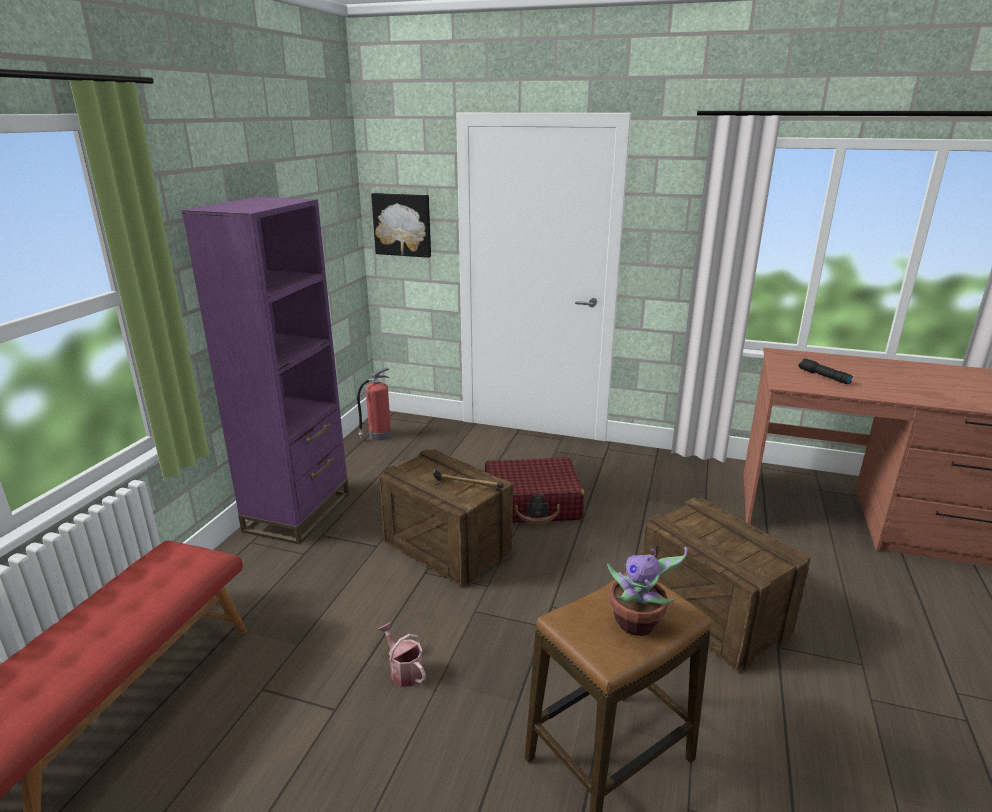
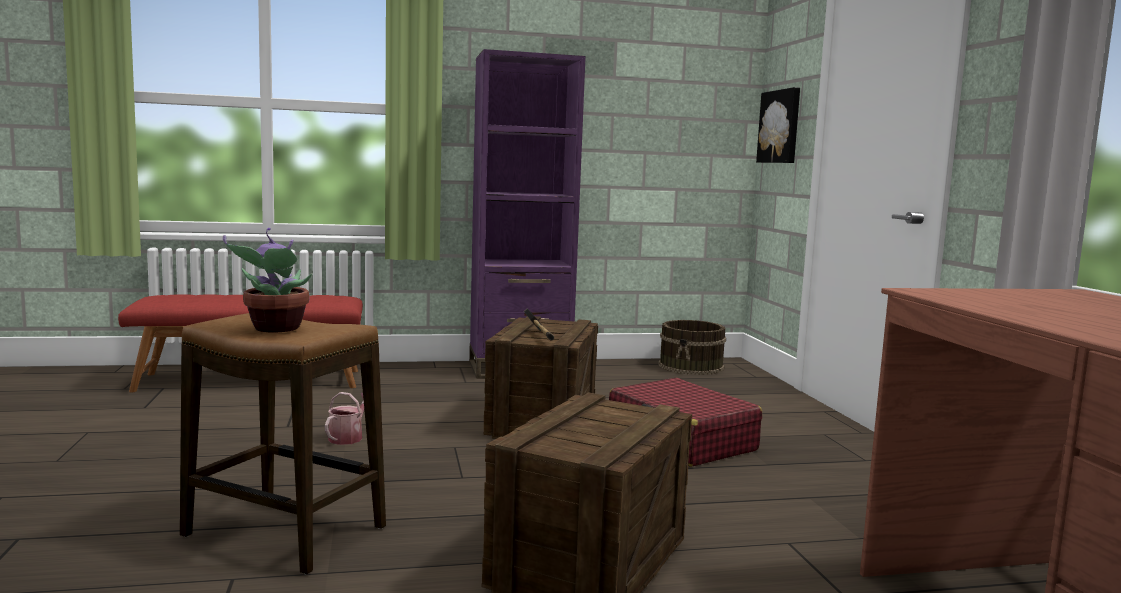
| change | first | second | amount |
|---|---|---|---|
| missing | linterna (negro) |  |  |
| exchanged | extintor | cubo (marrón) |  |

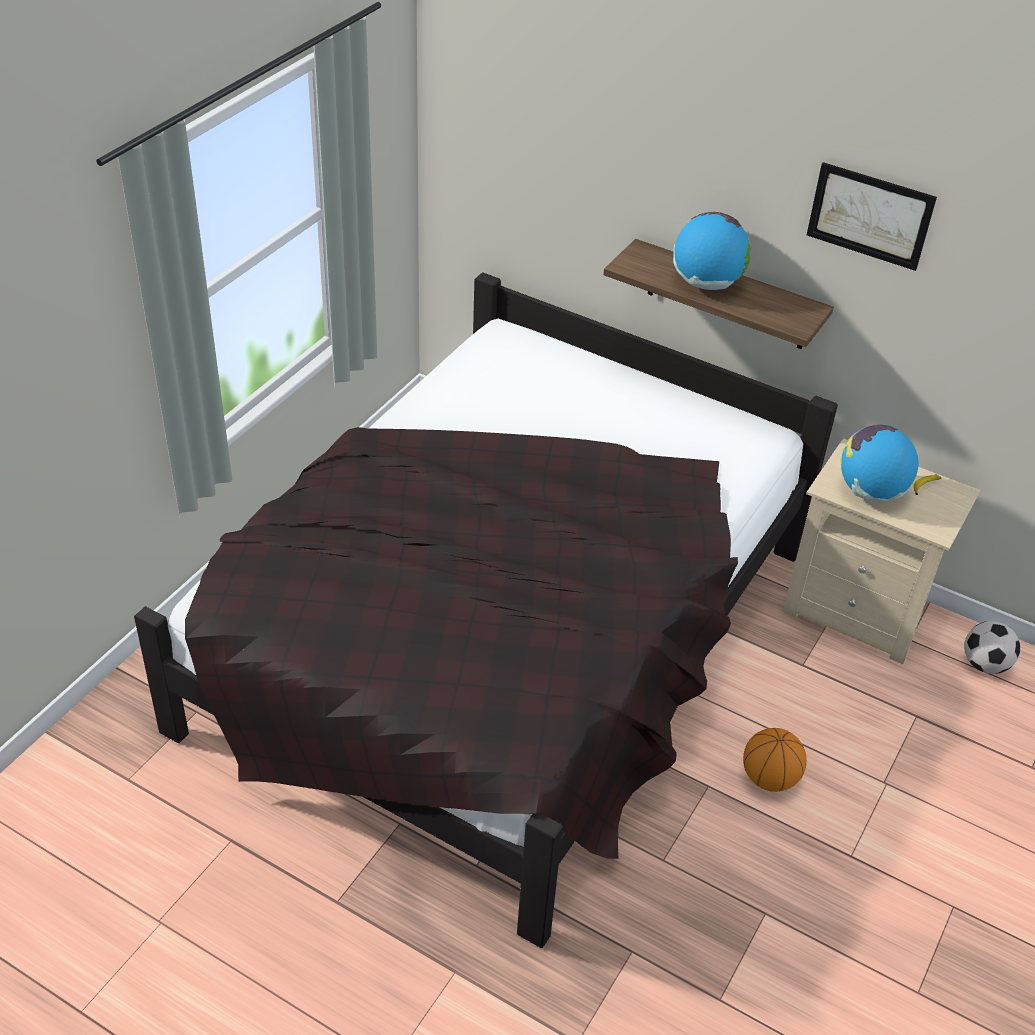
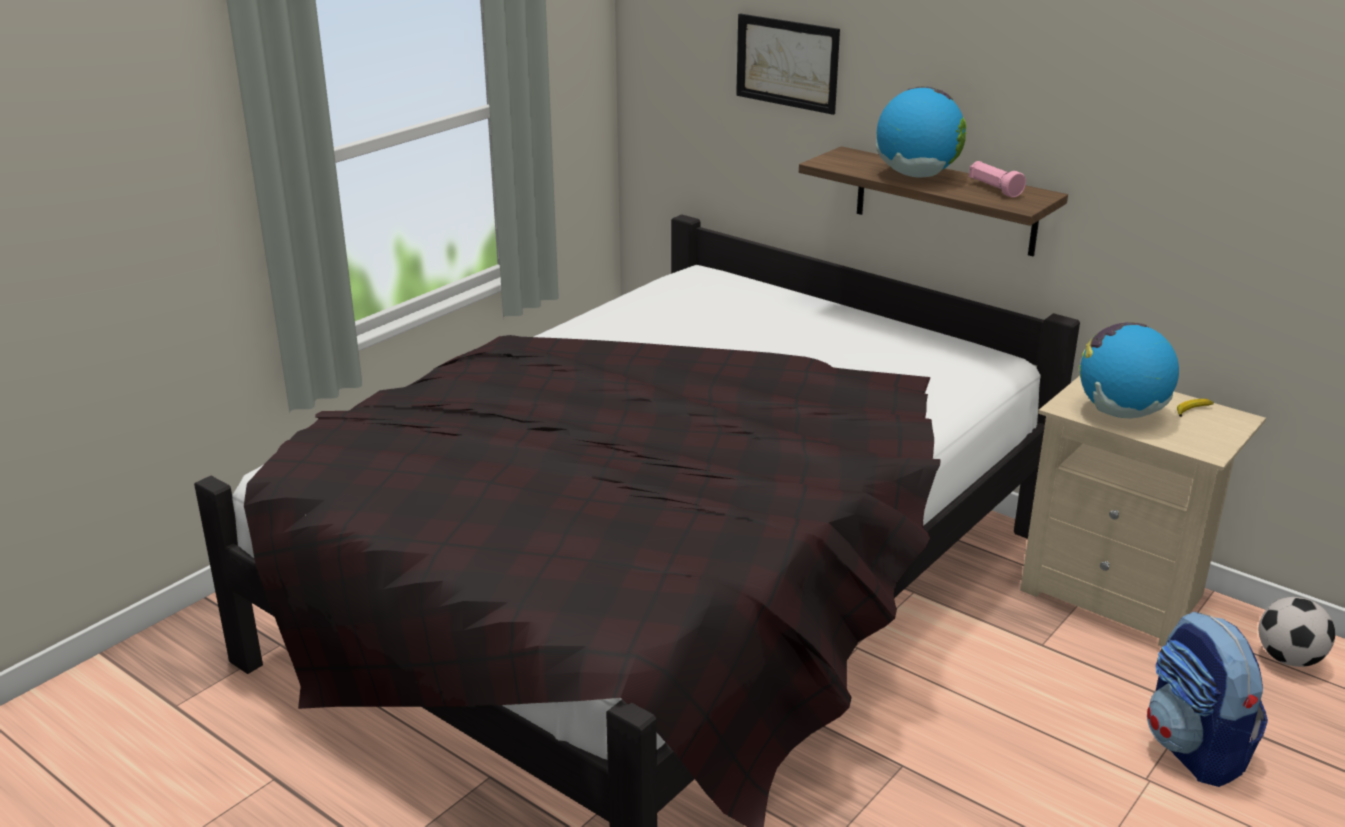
| change | first | second | amount |
|---|---|---|---|
| missing | balón de baloncesto |  |  |
| appeared |  | linterna (rosa) |  |
| appeared |  | mochila |  |
| relocated | cuadro |  |  |

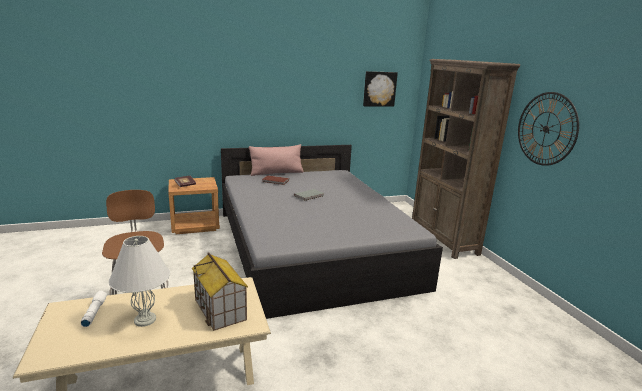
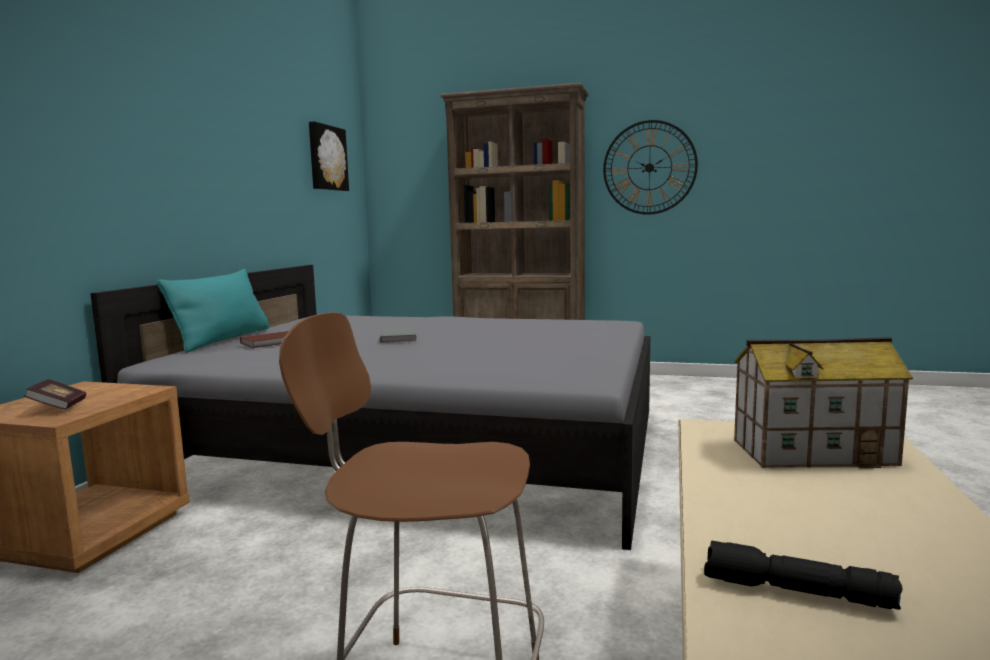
| change | first | second | amount |
|---|---|---|---|
| missing | lámpara de mesa (blanco) |  |  |
| colour | linterna (blanco) | linterna (negro) |  |
| colour | cojín (rosa) | cojín (turquesa) |  |

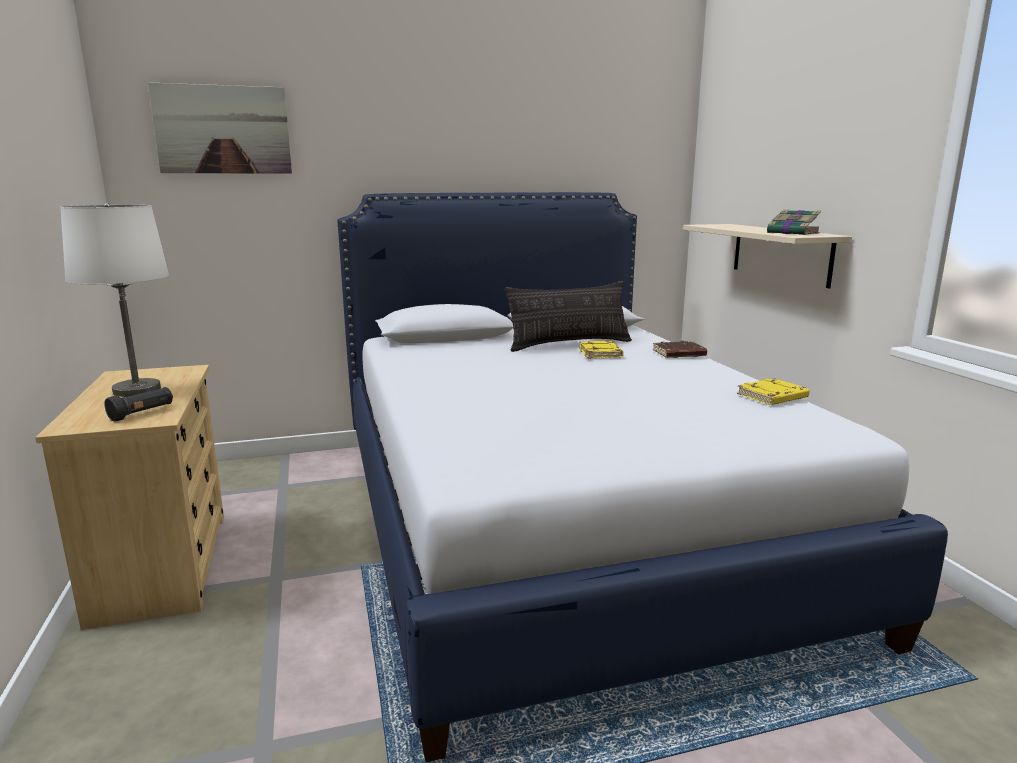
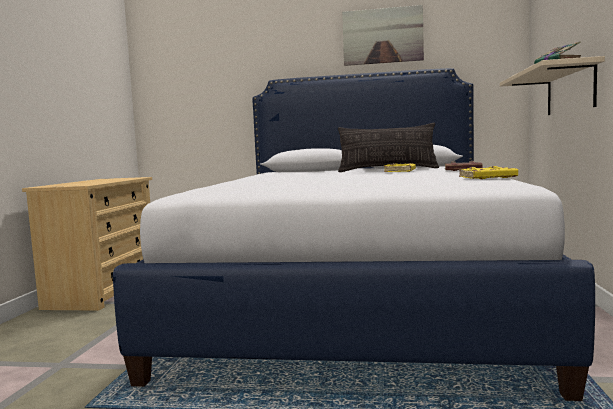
| change | first | second | amount |
|---|---|---|---|
| missing | lámpara de mesa (blanco) |  |  |
| missing | linterna (negro) |  |  |
| relocated | cuadro |  |  |

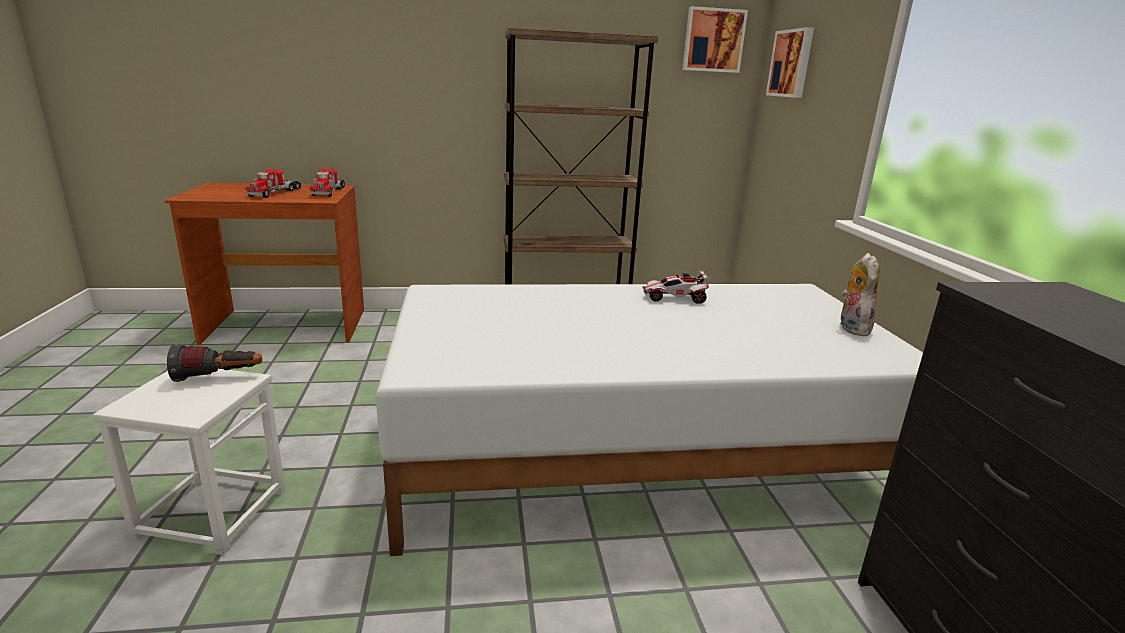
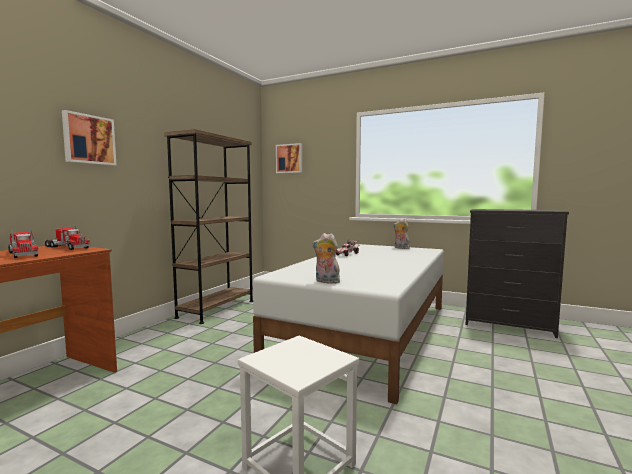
| change | first | second | amount |
|---|---|---|---|
| missing | linterna |  |  |
| appeared |  | peluche (no. 1 from left) |  |
| relocated | cuadro (no. 1 from left) |  |  |

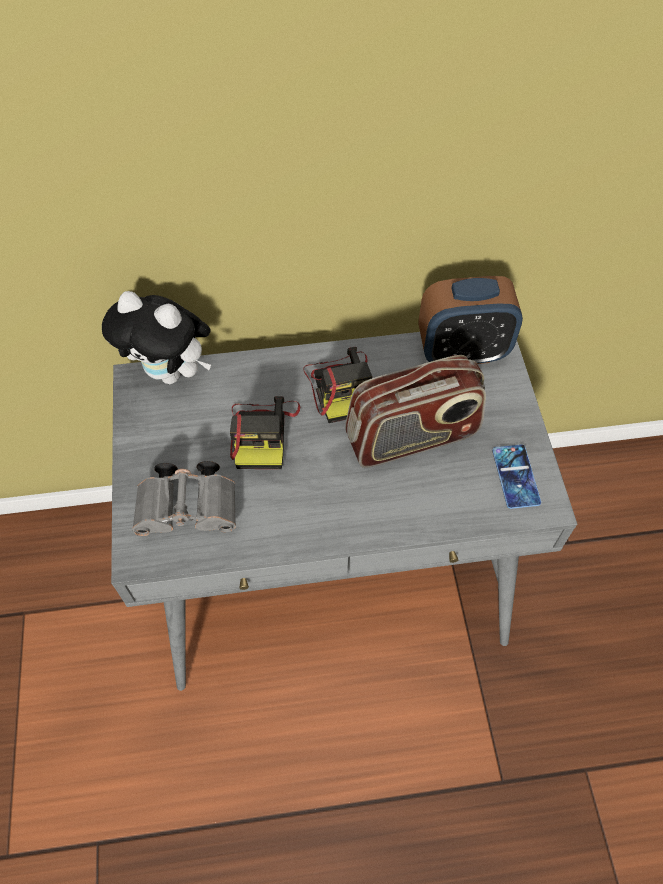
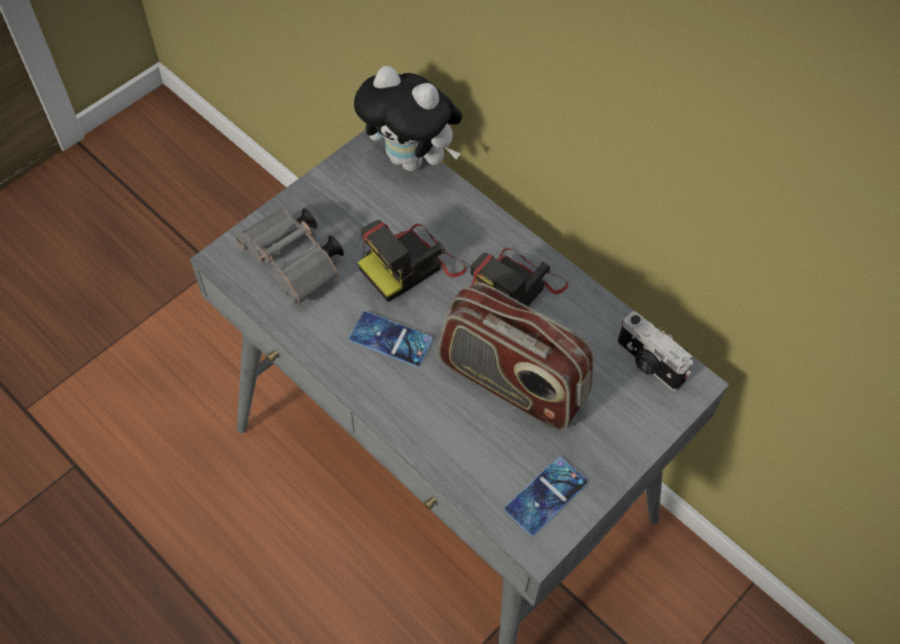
| change | first | second | amount |
|---|---|---|---|
| appeared |  | móvil (no. 1 from left) |  |
| exchanged | despertador | cámara (no. 3 from left) |  |
| spun | peluche |  | 45 degrees counterclockwise |

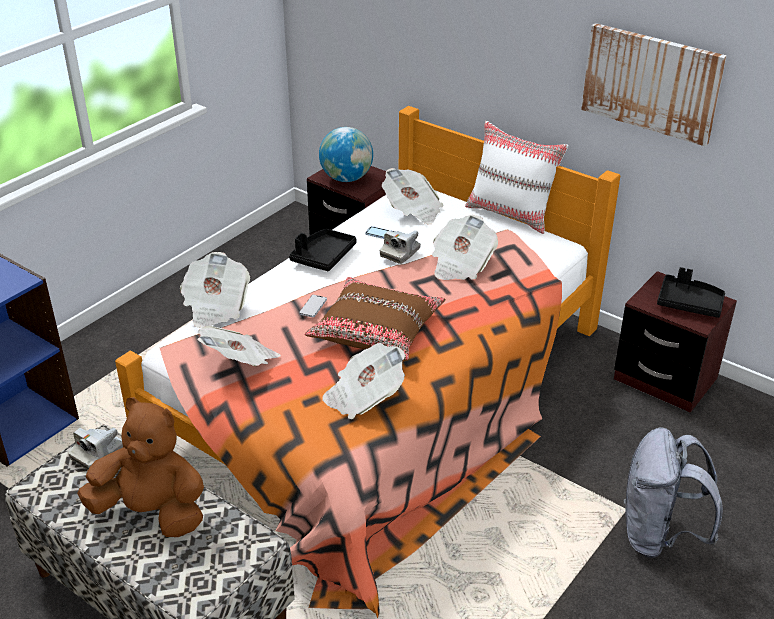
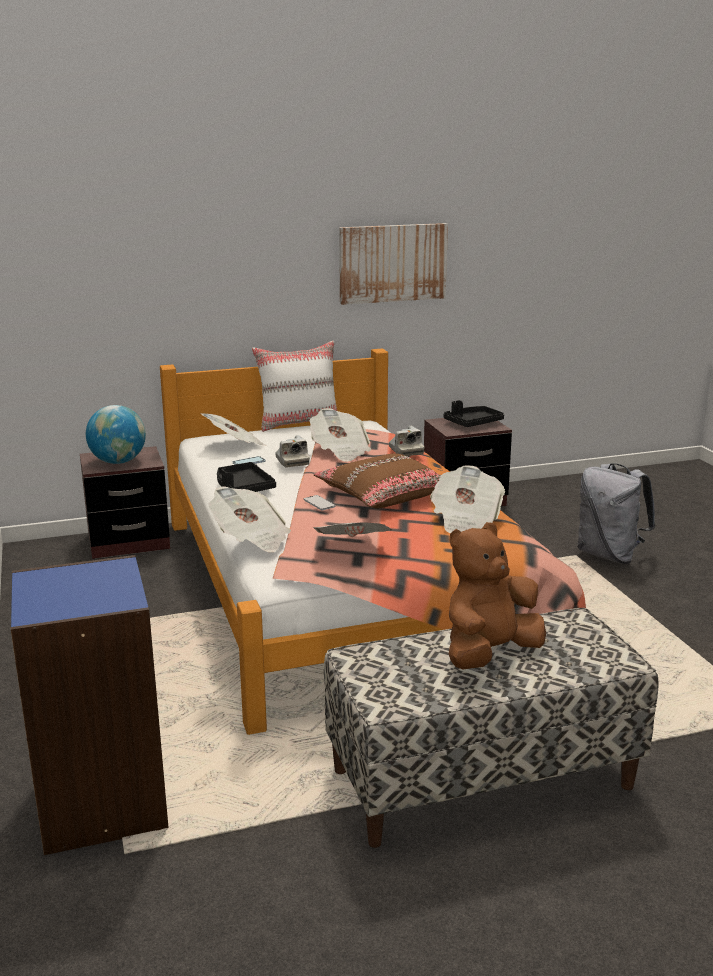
| change | first | second | amount |
|---|---|---|---|
| relocated | cámara (no. 1 from left in the first image) | cámara (no. 2 from left) |  |

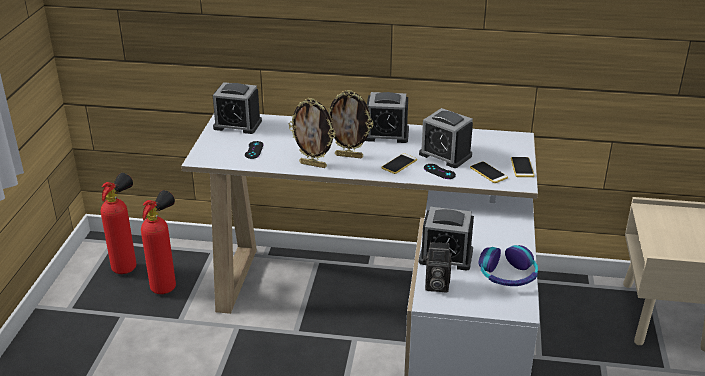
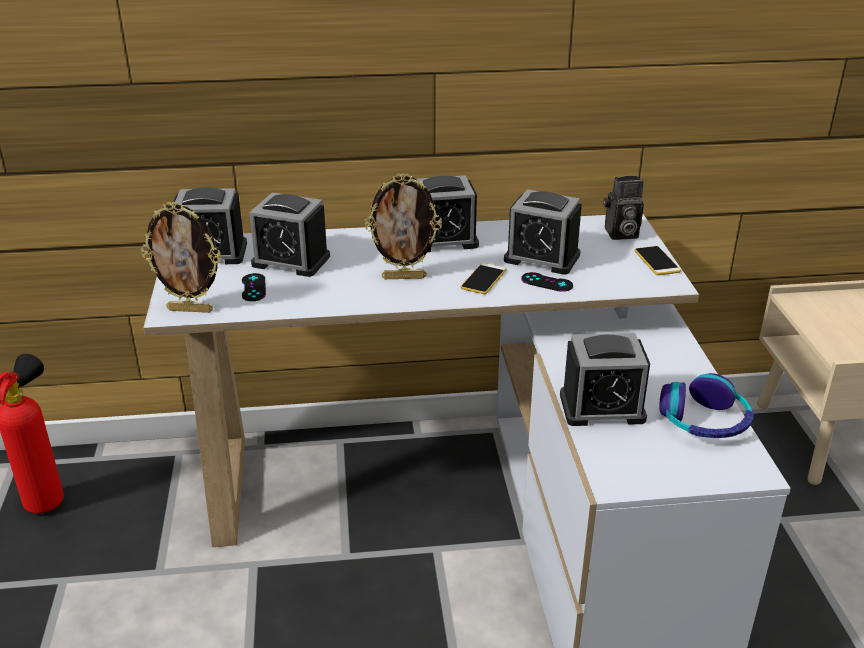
| change | first | second | amount |
|---|---|---|---|
| missing | extintor (no. 2 from left) |  |  |
| missing | móvil (no. 2 from left) |  |  |
| appeared |  | despertador (no. 2 from left) |  |
| relocated | portarretratos (no. 1 from left) |  |  |
| relocated | cámara |  |  |

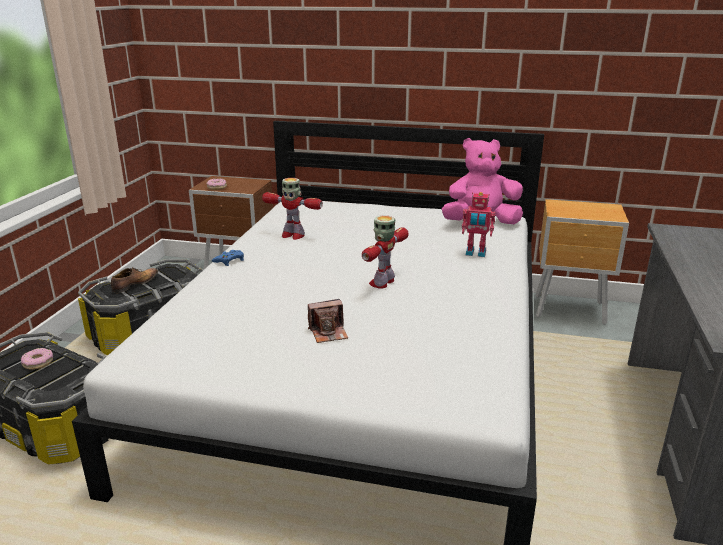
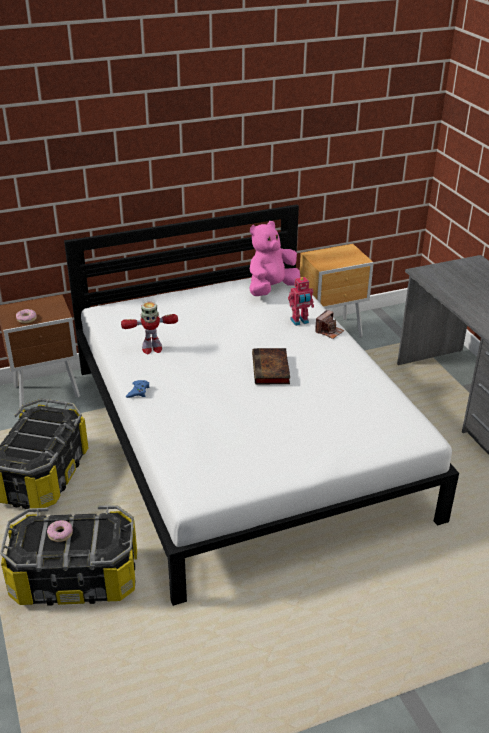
| change | first | second | amount |
|---|---|---|---|
| missing | zapato |  |  |
| relocated | cámara |  |  |
| exchanged | robot de juguete (no. 2 from left) | libro |  |

